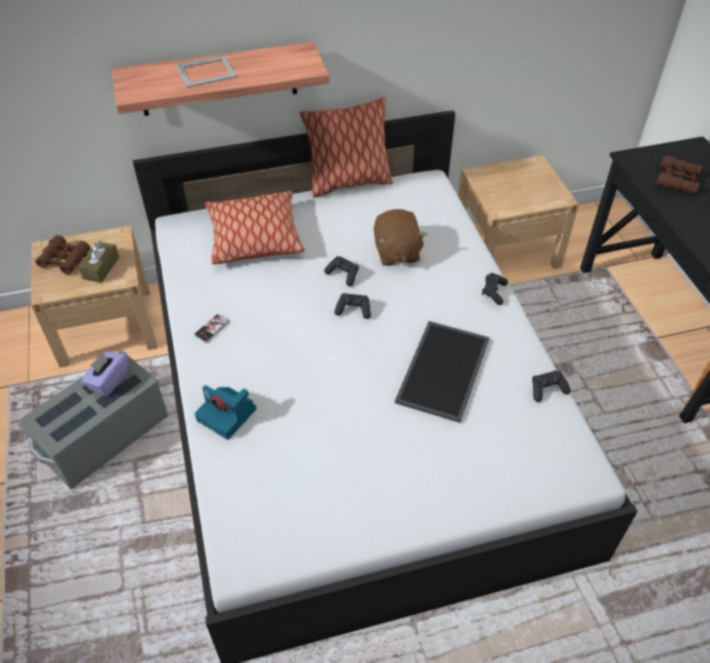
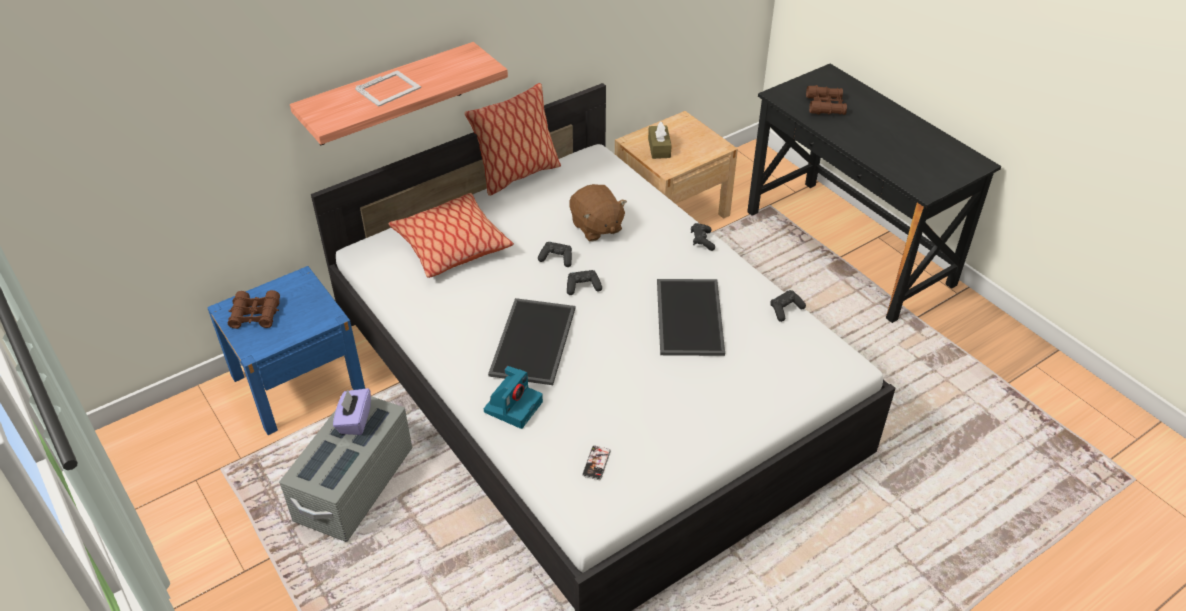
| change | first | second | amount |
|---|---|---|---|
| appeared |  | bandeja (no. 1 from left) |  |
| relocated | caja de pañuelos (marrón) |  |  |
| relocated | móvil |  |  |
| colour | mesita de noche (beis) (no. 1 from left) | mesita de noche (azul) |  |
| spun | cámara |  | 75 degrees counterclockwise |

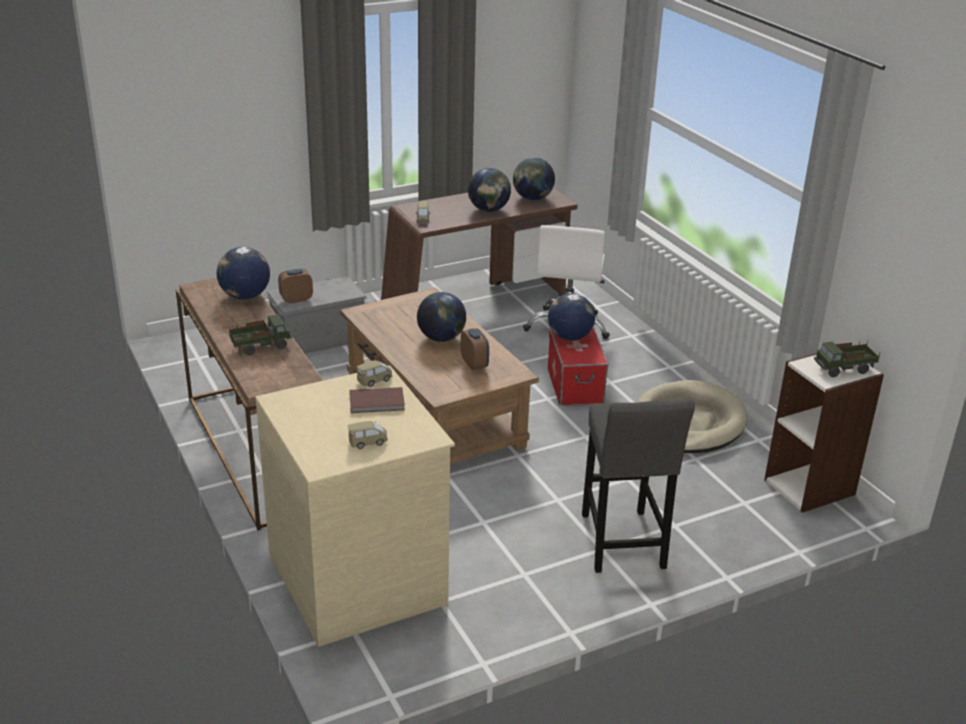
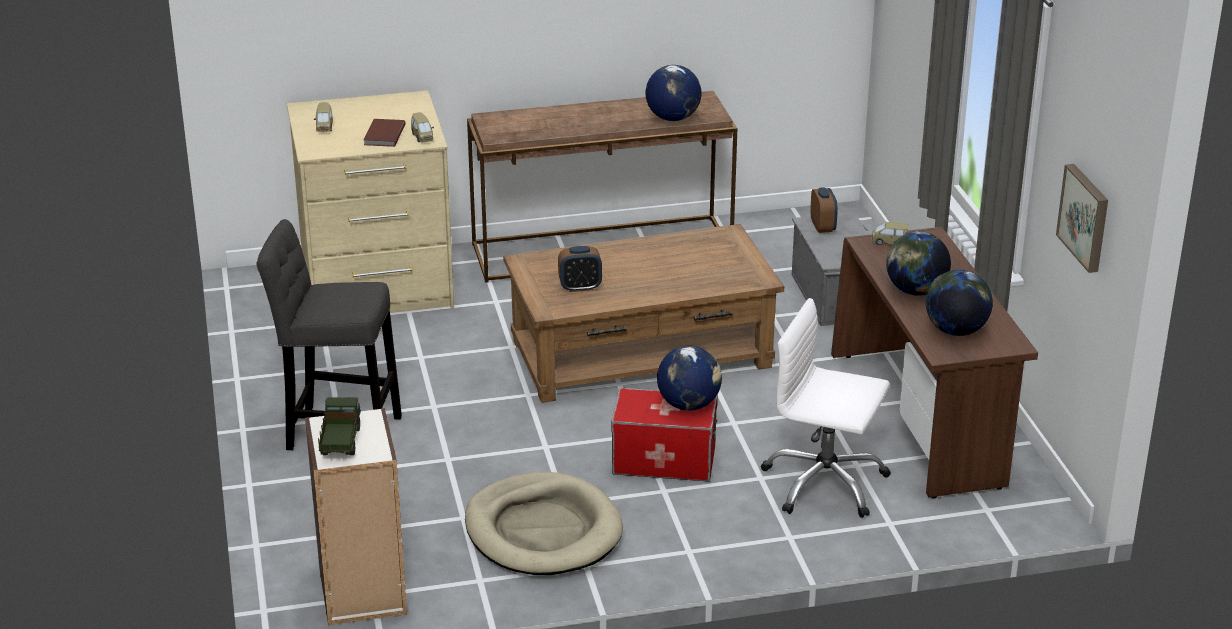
| change | first | second | amount |
|---|---|---|---|
| missing | camión de juguete (no. 1 from left) |  |  |
| missing | globo terráqueo (no. 2 from left) |  |  |
| appeared |  | cuadro |  |

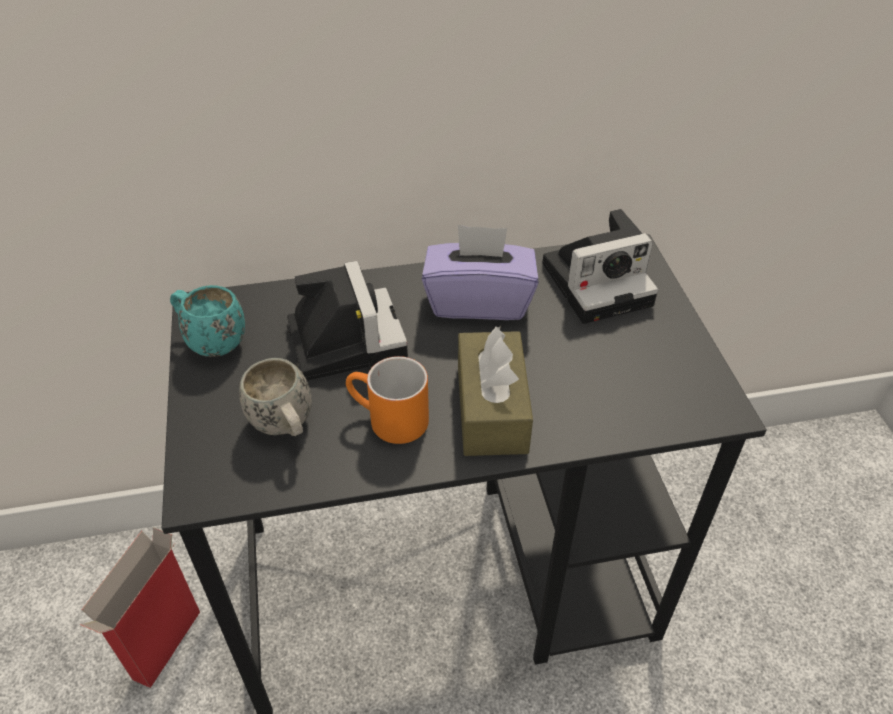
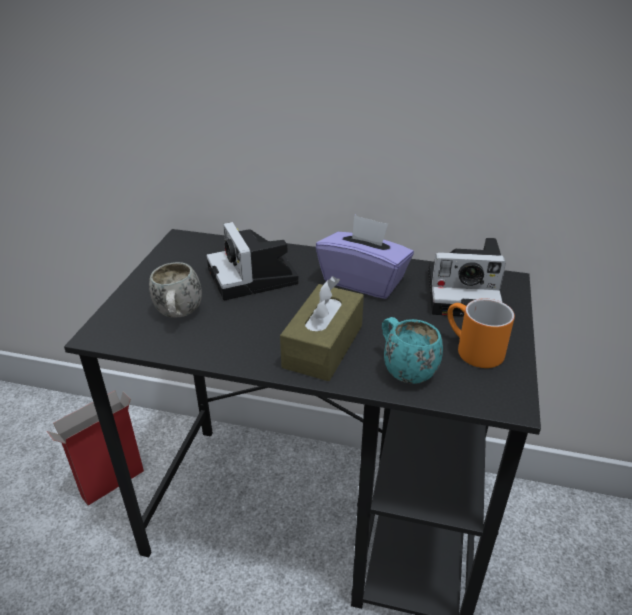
| change | first | second | amount |
|---|---|---|---|
| relocated | taza grande (turquesa) |  |  |
| relocated | taza grande (naranja) |  |  |
| spun | cámara (no. 1 from left) |  | 150 degrees clockwise |

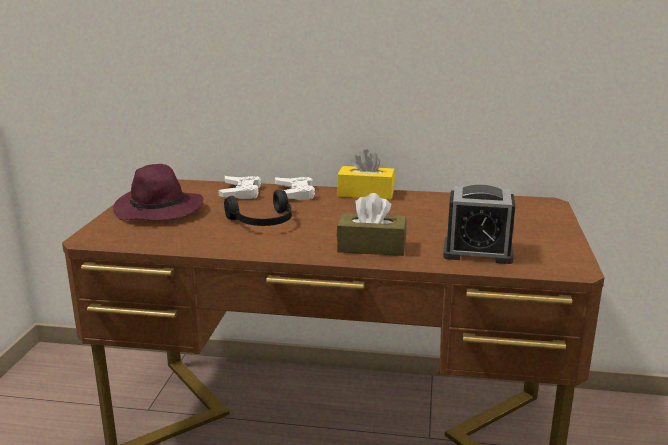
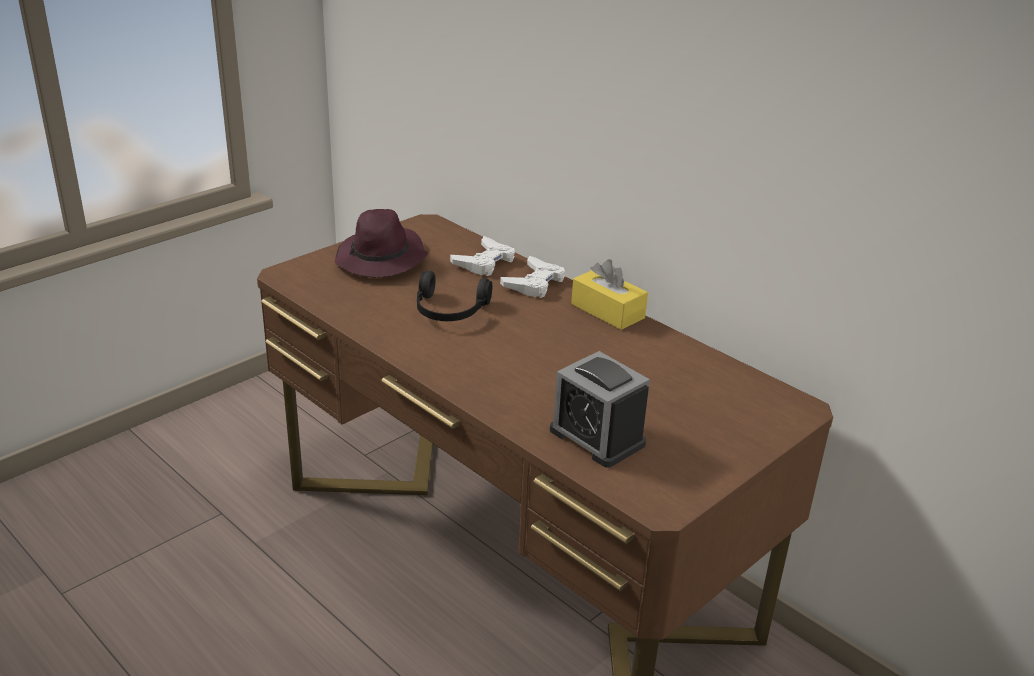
| change | first | second | amount |
|---|---|---|---|
| missing | caja de pañuelos (marrón) |  |  |

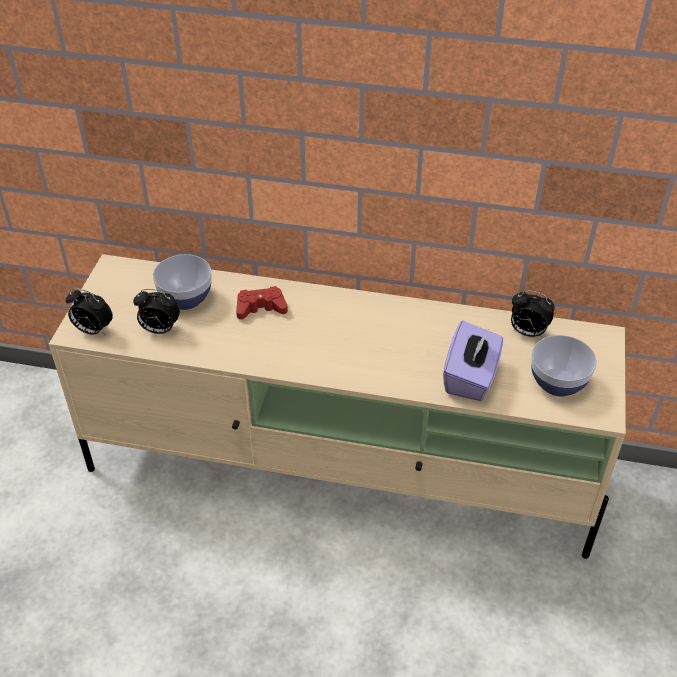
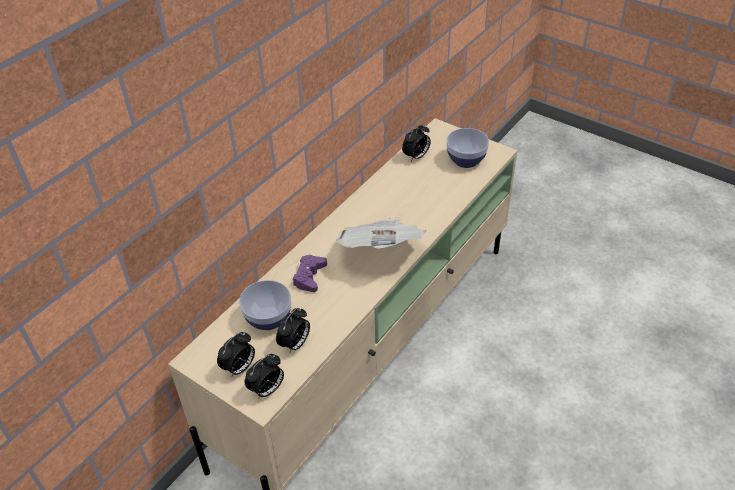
| change | first | second | amount |
|---|---|---|---|
| missing | caja de pañuelos (morado) |  |  |
| appeared |  | despertador (no. 1 from left) |  |
| appeared |  | periódico |  |
| colour | mando de consola (rojo) | mando de consola (morado) |  |

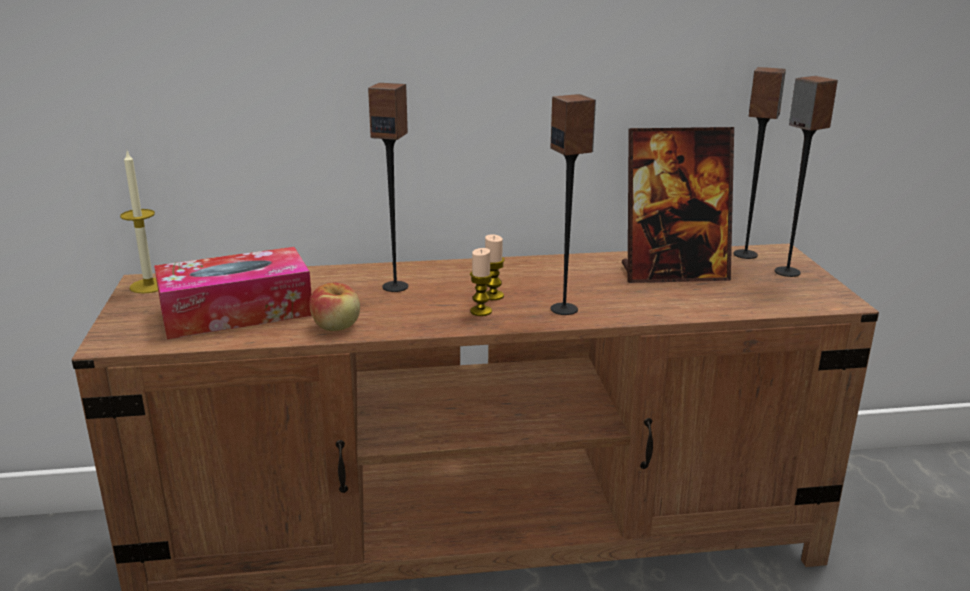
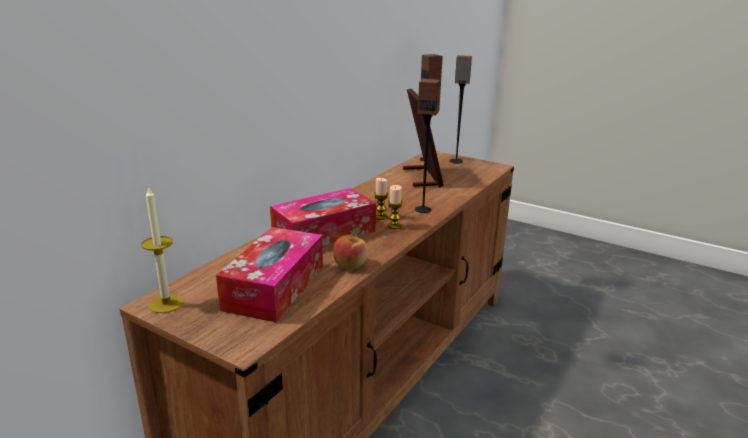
| change | first | second | amount |
|---|---|---|---|
| exchanged | altavoz (no. 1 from left) | caja de pañuelos (no. 2 from left) |  |
| spun | portarretratos |  | 45 degrees counterclockwise |

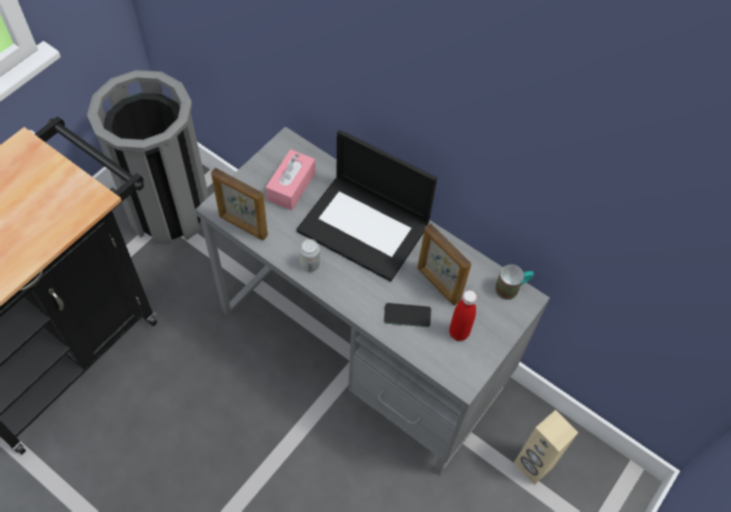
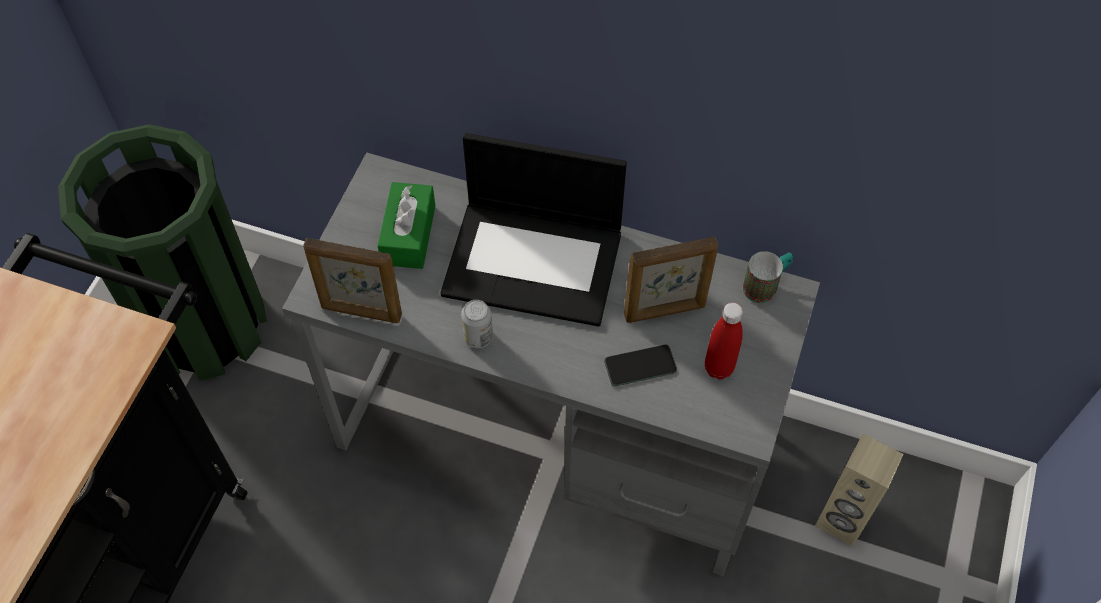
| change | first | second | amount |
|---|---|---|---|
| colour | papelera (gris) | papelera (verde) |  |
| colour | caja de pañuelos (rosa) | caja de pañuelos (verde) |  |
| spun | portarretratos (no. 2 from left) |  | 45 degrees counterclockwise |

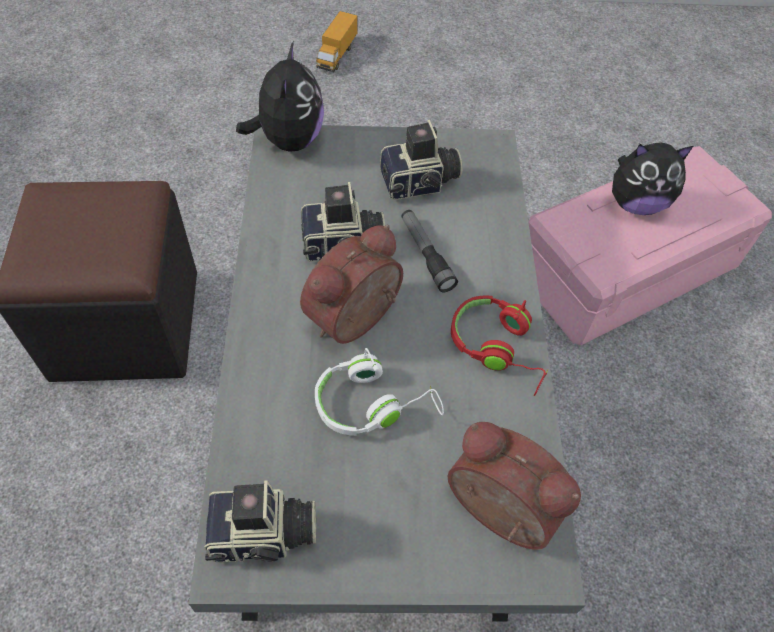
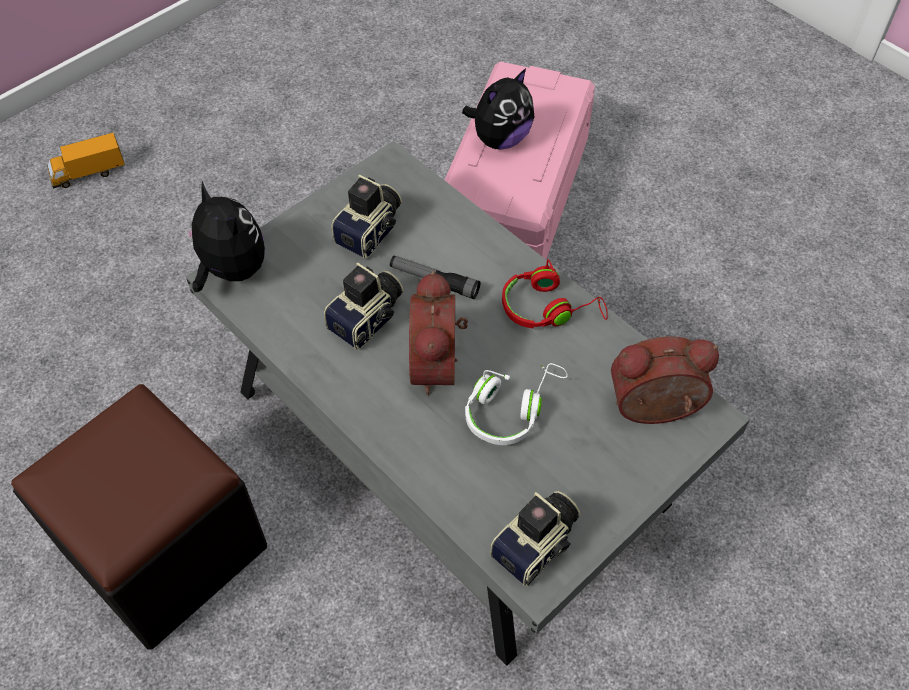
| change | first | second | amount |
|---|---|---|---|
| spun | camión de juguete |  | 90 degrees clockwise |

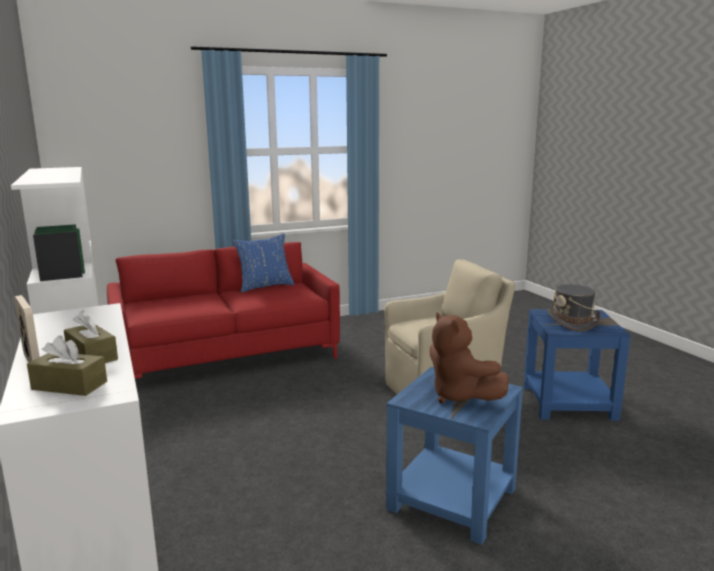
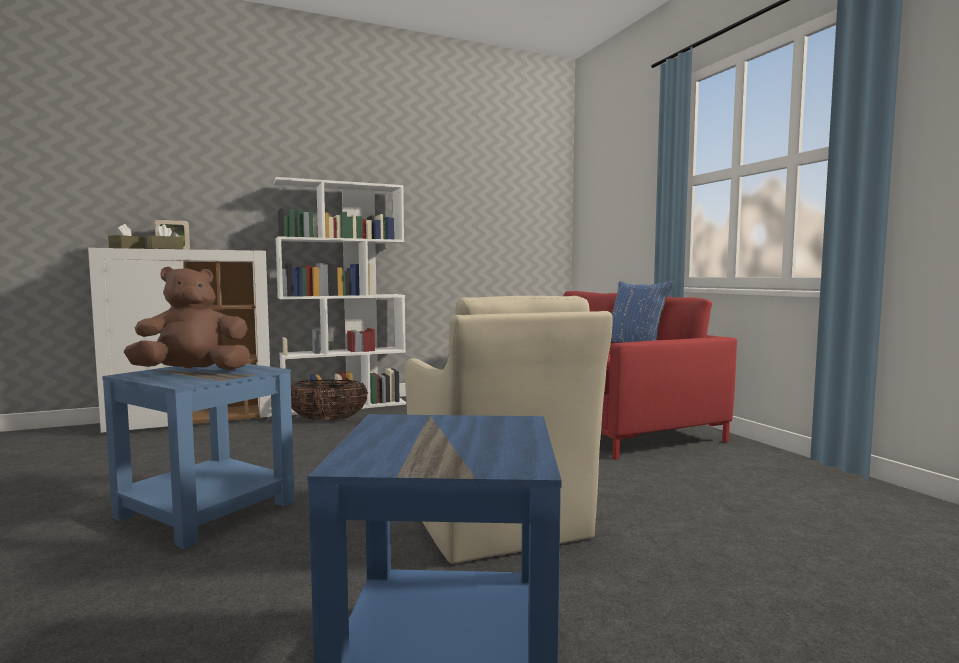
| change | first | second | amount |
|---|---|---|---|
| missing | sombrero (gris) |  |  |
| appeared |  | cesta |  |

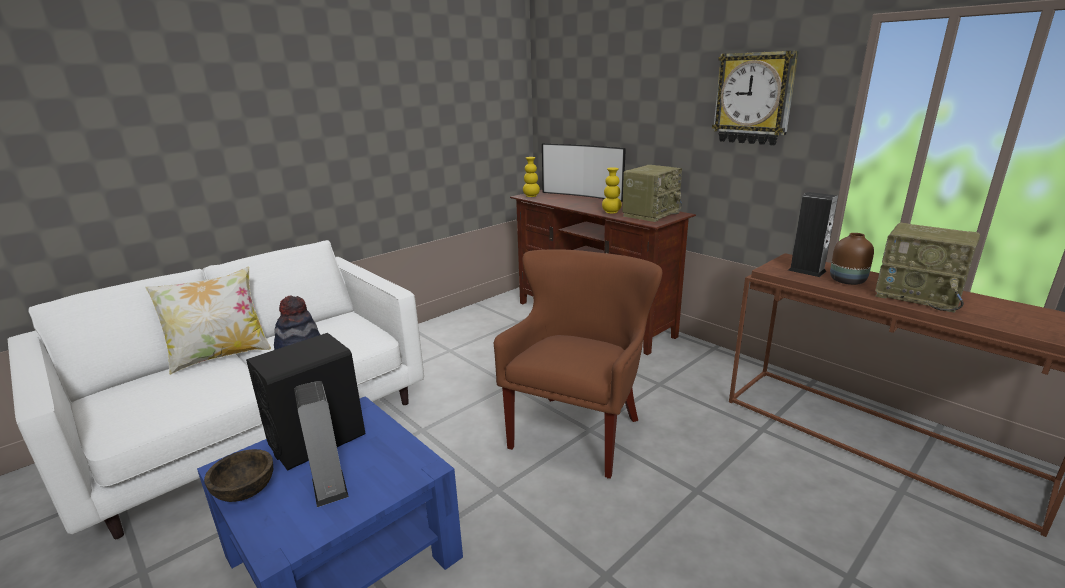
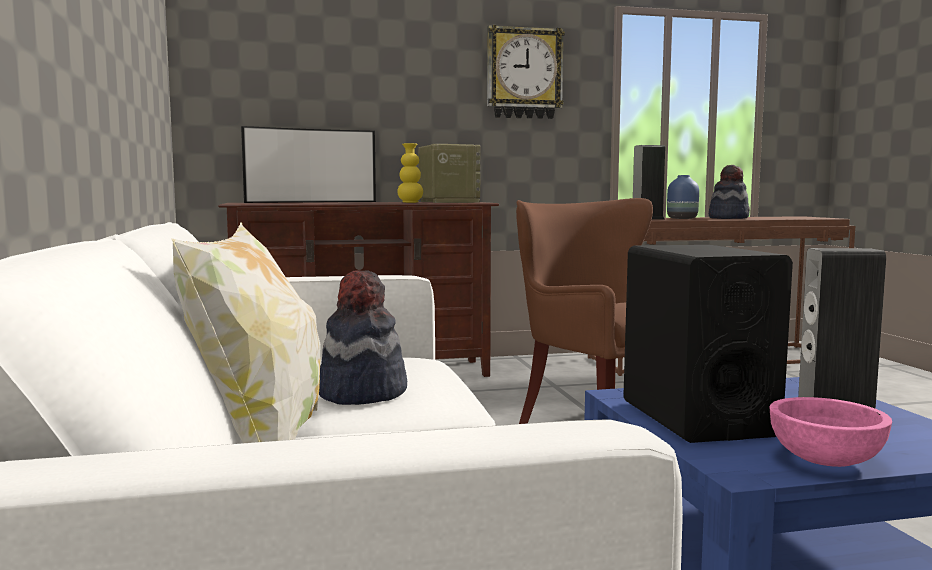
| change | first | second | amount |
|---|---|---|---|
| missing | florero (amarillo) (no. 1 from left) |  |  |
| exchanged | radio (no. 2 from left) | sombrero (no. 2 from left) |  |
| colour | cuenco (marrón) | cuenco (rosa) |  |
| colour | florero (marrón) | florero (azul) |  |

